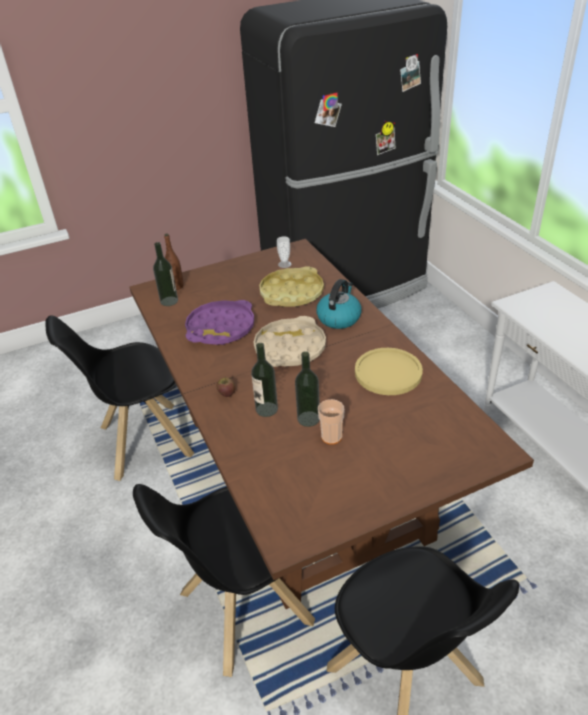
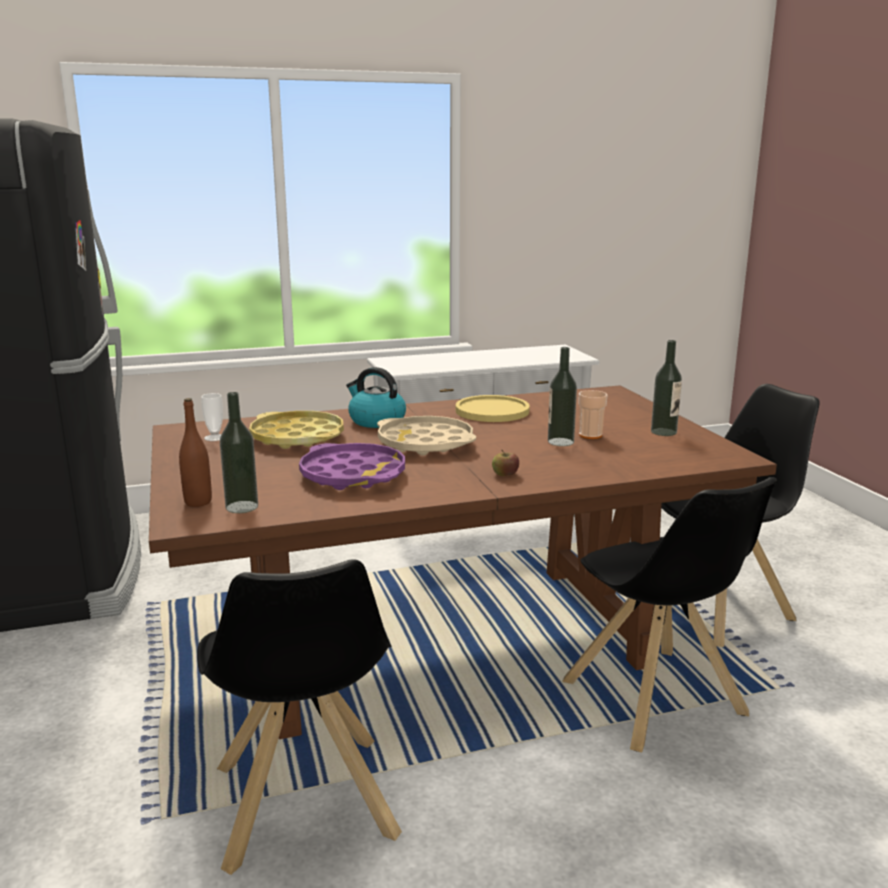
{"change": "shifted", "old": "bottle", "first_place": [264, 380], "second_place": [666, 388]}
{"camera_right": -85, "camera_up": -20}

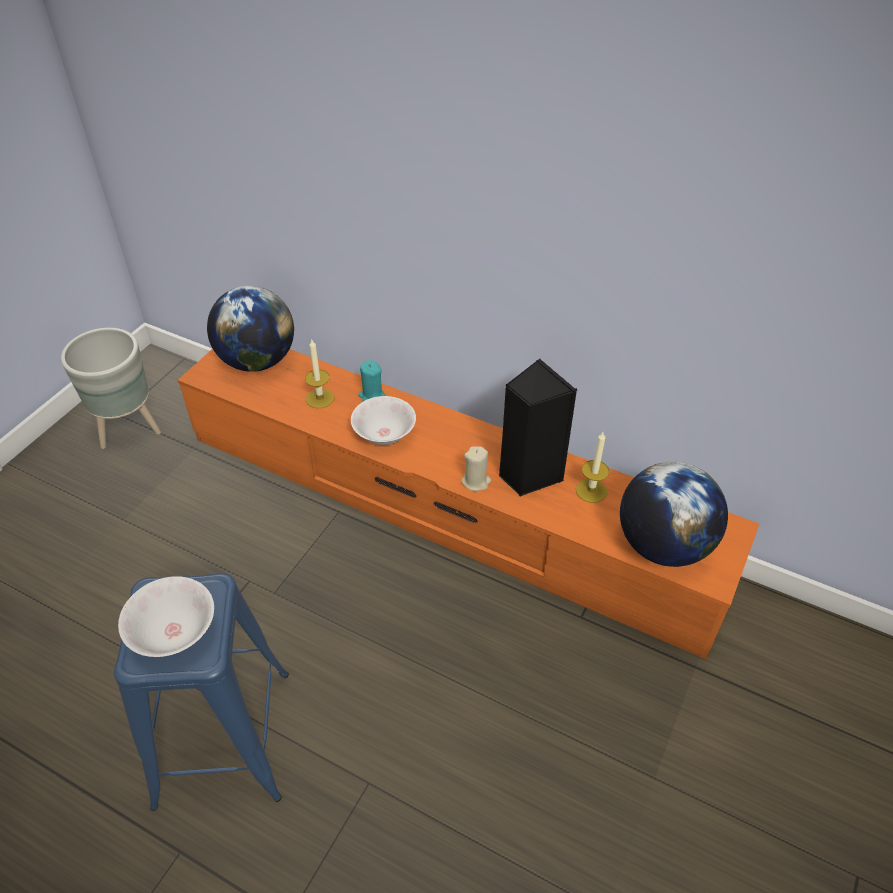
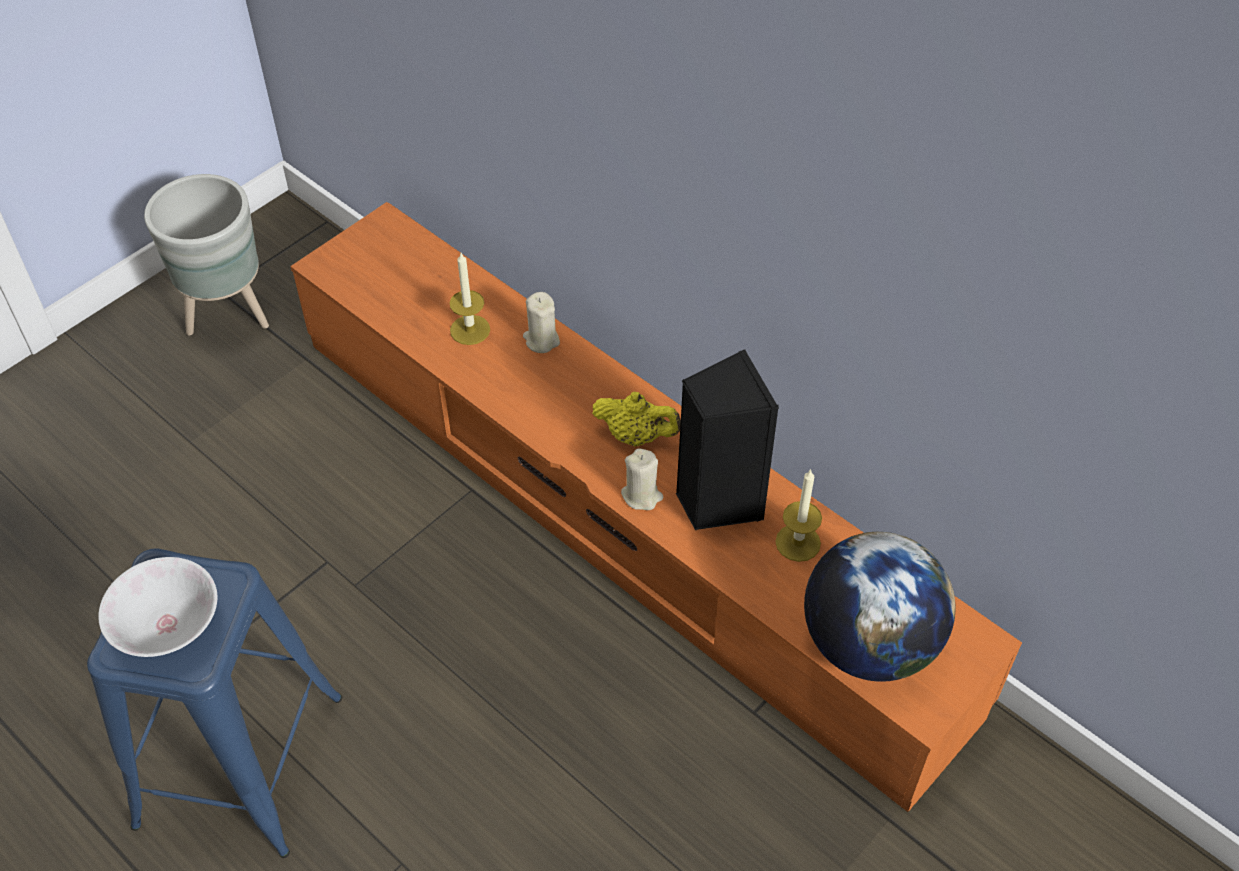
{"change": "repainted", "old": "turquoise candle", "new": "beige candle", "first_place": [372, 380], "second_place": [541, 322]}
{"change": "new", "new": "yellow teapot", "second_place": [636, 419]}
{"change": "gone", "old": "globe", "first_place": [250, 329]}
{"change": "gone", "old": "white bowl", "first_place": [383, 420]}
{"camera_right": 15, "camera_up": 5}

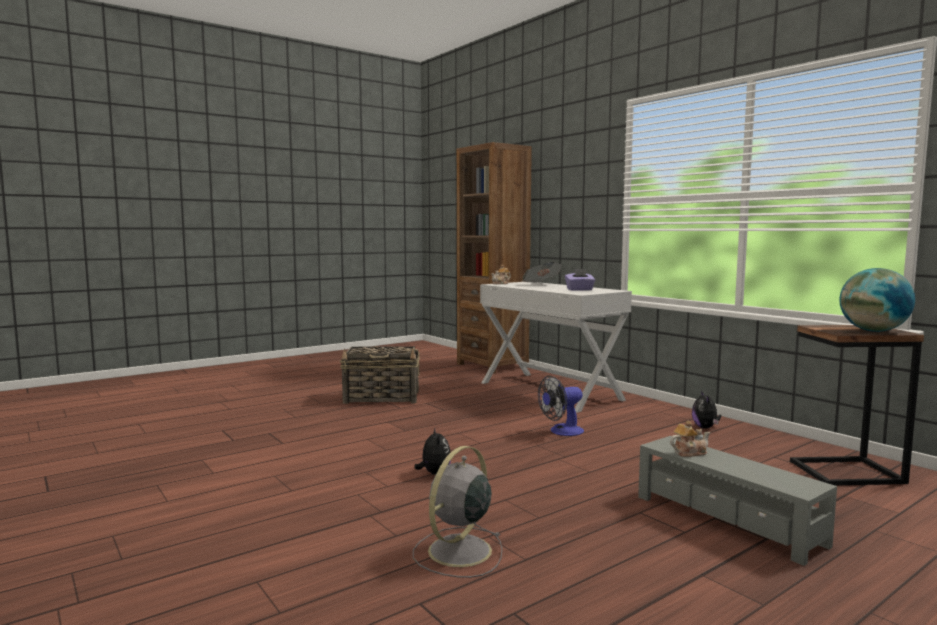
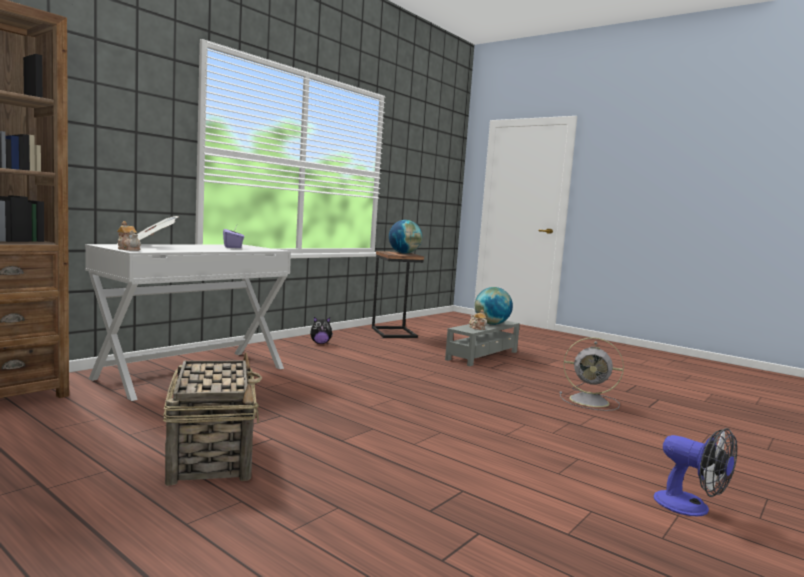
{"change": "new", "new": "globe", "second_place": [494, 306]}
{"change": "shifted", "old": "fan", "first_place": [561, 406], "second_place": [695, 472]}
{"change": "gone", "old": "plush toy", "first_place": [433, 451]}
{"camera_right": -105, "camera_up": 0}

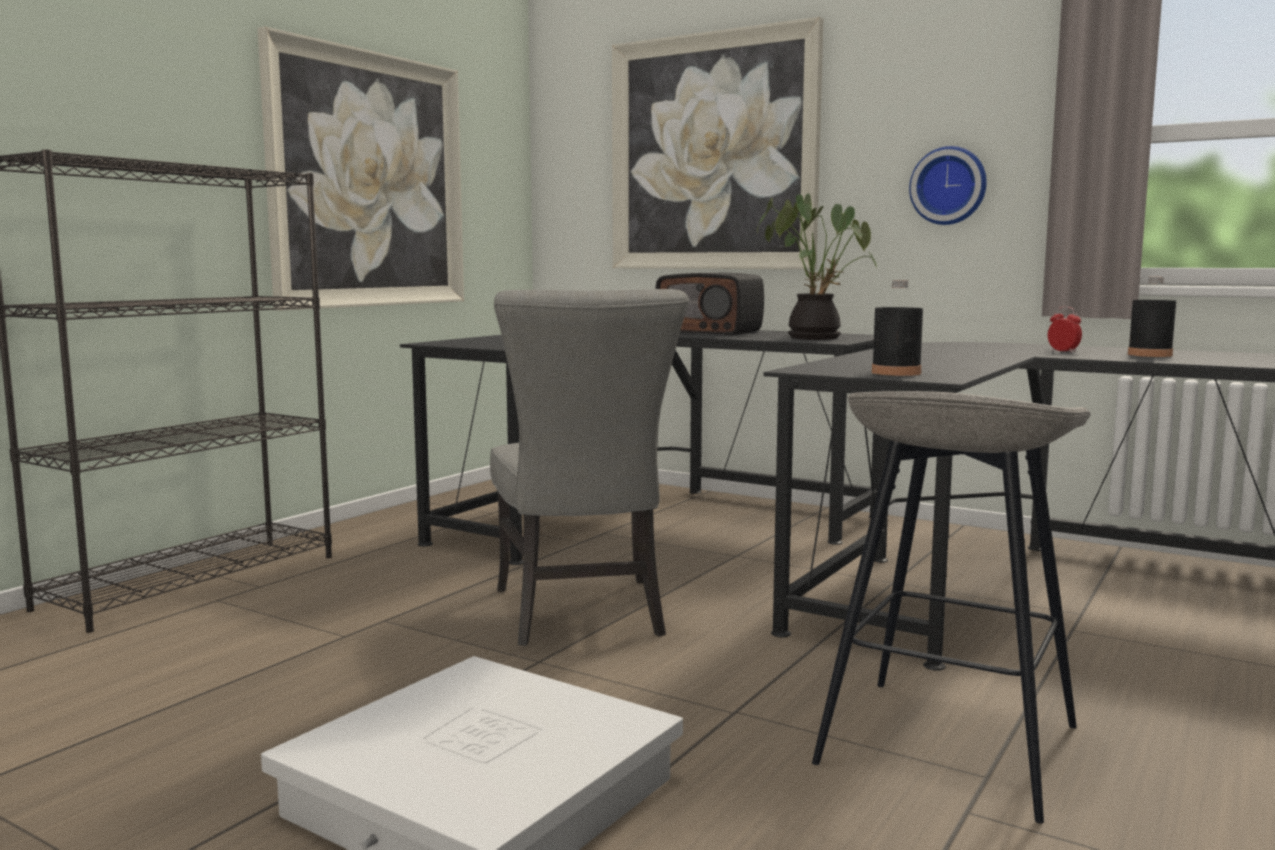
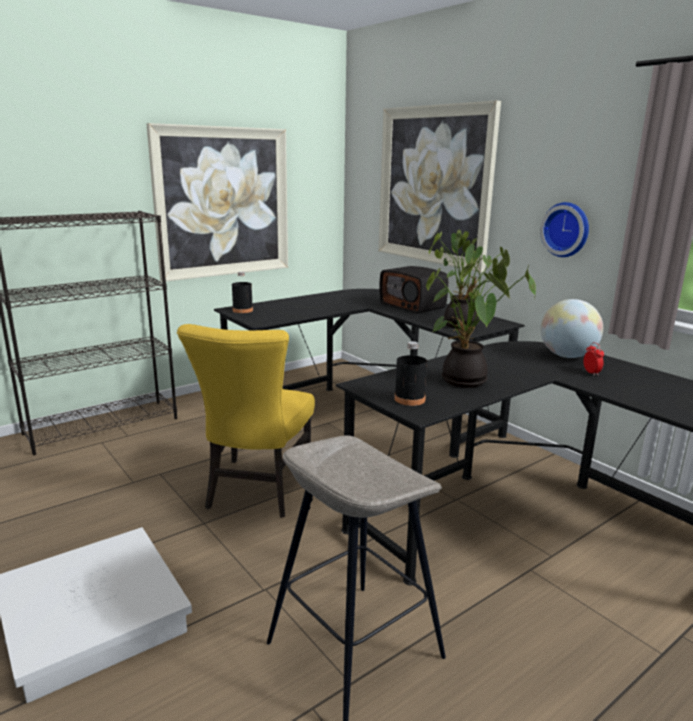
{"change": "repainted", "old": "grey chair", "new": "yellow chair", "first_place": [589, 467], "second_place": [246, 421]}
{"change": "shifted", "old": "black bottle", "first_place": [1152, 317], "second_place": [242, 292]}
{"change": "new", "new": "potted plant", "second_place": [481, 323]}
{"change": "new", "new": "globe", "second_place": [572, 328]}
{"camera_right": 20, "camera_up": 10}

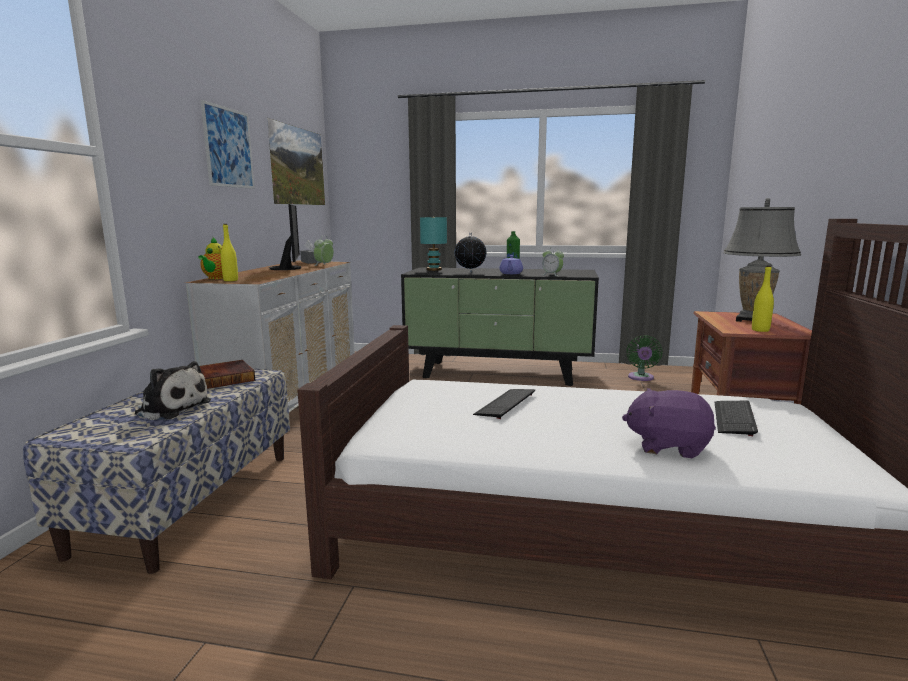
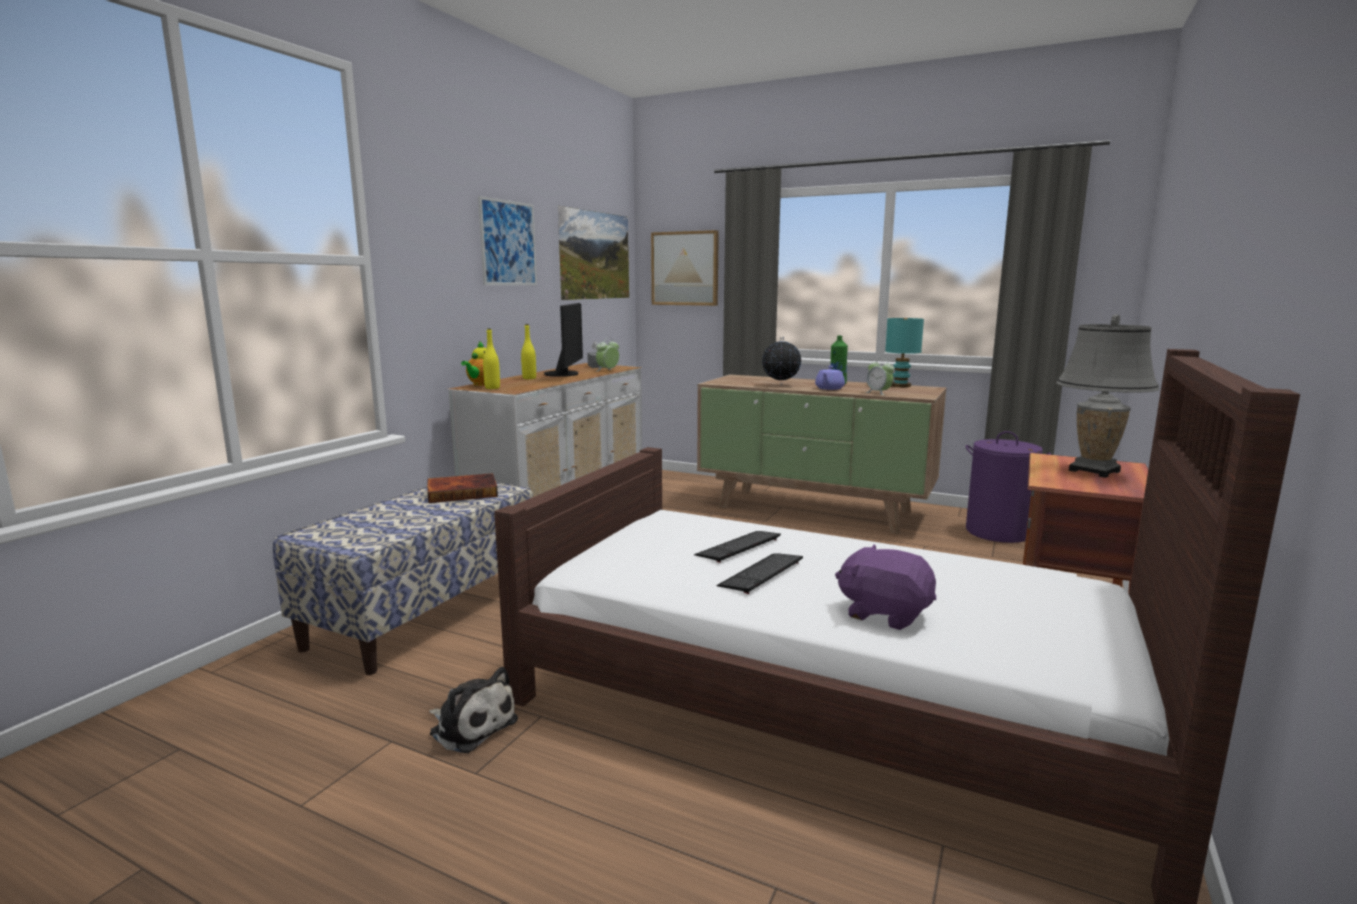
{"change": "shifted", "old": "plush toy", "first_place": [171, 390], "second_place": [473, 710]}
{"change": "shifted", "old": "yellow bottle", "first_place": [763, 298], "second_place": [528, 351]}
{"change": "new", "new": "picture", "second_place": [685, 268]}
{"change": "repainted", "old": "black dresser", "new": "green dresser", "first_place": [500, 326], "second_place": [822, 454]}
{"change": "shifted", "old": "keyboard", "first_place": [736, 418], "second_place": [759, 573]}
{"change": "shifted", "old": "turquoise table lamp", "first_place": [433, 244], "second_place": [904, 352]}
{"change": "swapped", "old": "green fan", "new": "purple laundry basket", "first_place": [644, 358], "second_place": [1008, 487]}
{"camera_right": 15, "camera_up": 0}

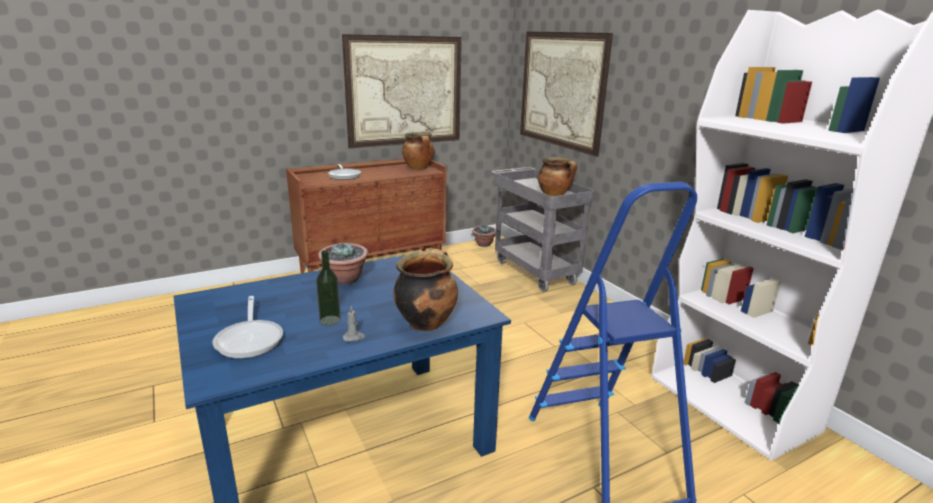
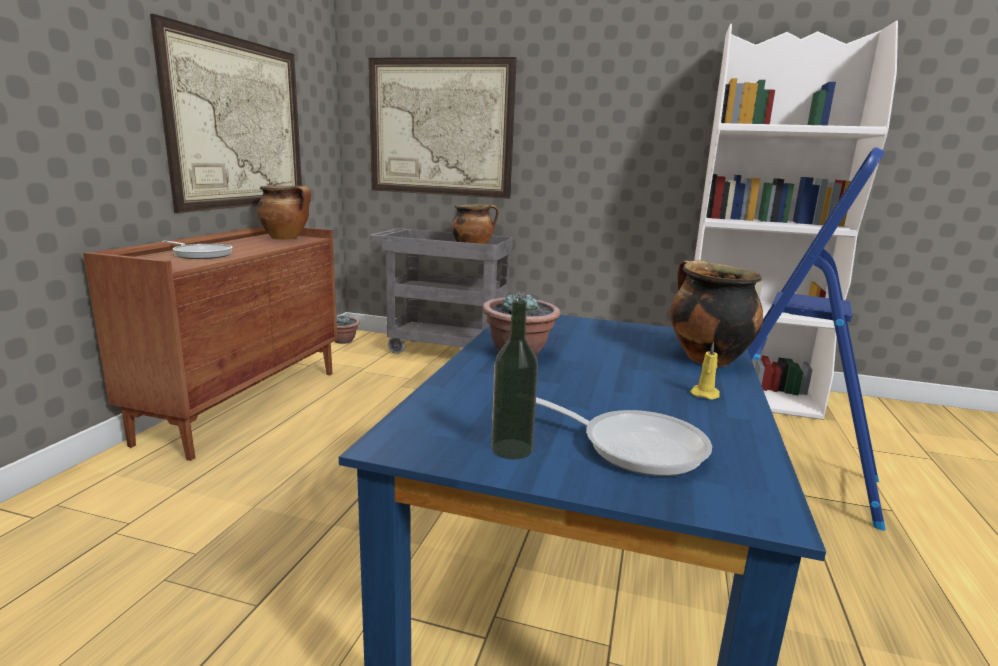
{"change": "shifted", "old": "bottle", "first_place": [328, 288], "second_place": [514, 379]}
{"change": "repainted", "old": "grey candle", "new": "yellow candle", "first_place": [354, 324], "second_place": [705, 370]}
{"camera_right": -45, "camera_up": -5}

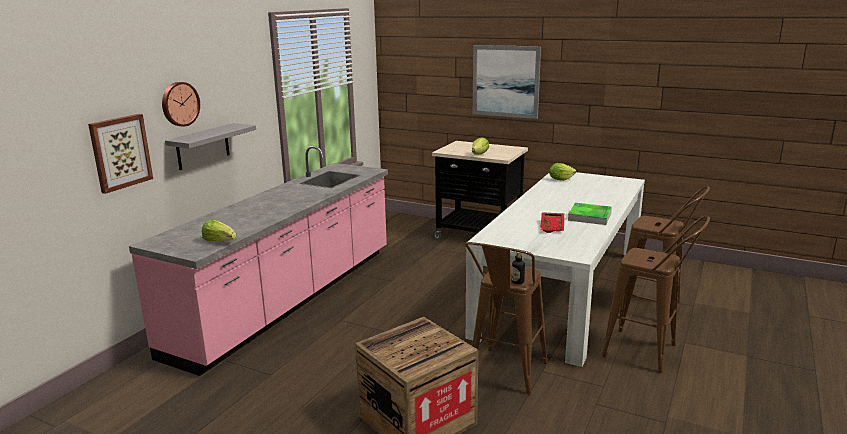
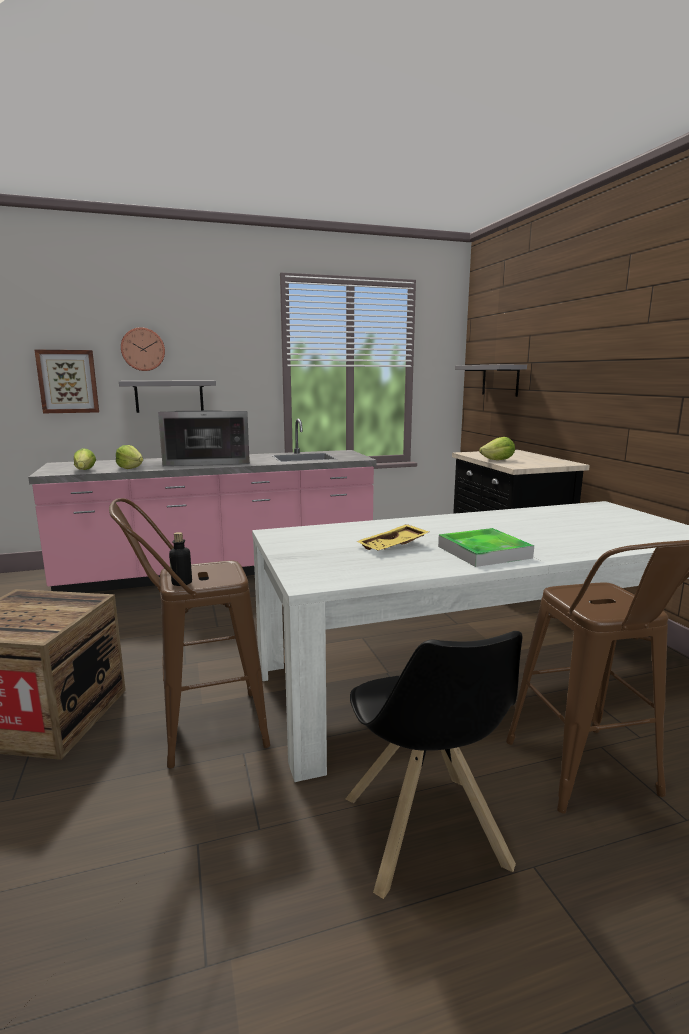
{"change": "shifted", "old": "lettuce", "first_place": [562, 172], "second_place": [129, 457]}
{"change": "new", "new": "microwave", "second_place": [204, 438]}
{"change": "swapped", "old": "brown stool", "new": "black chair", "first_place": [656, 294], "second_place": [433, 765]}
{"change": "repainted", "old": "red tray", "new": "yellow tray", "first_place": [552, 223], "second_place": [392, 537]}
{"change": "new", "new": "grey shelf", "second_place": [491, 380]}
{"change": "gone", "old": "picture", "first_place": [507, 82]}
{"camera_right": 45, "camera_up": -5}

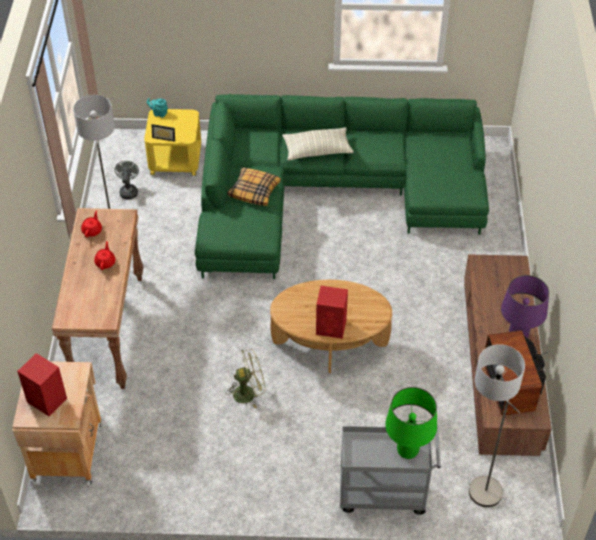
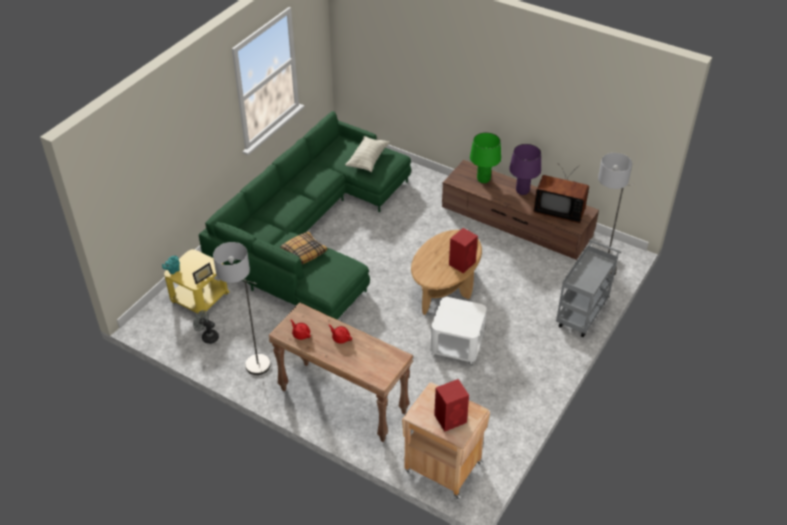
{"change": "shifted", "old": "pillow", "first_place": [318, 144], "second_place": [367, 154]}
{"change": "swapped", "old": "green fan", "new": "white side table", "first_place": [246, 379], "second_place": [458, 330]}
{"change": "shifted", "old": "green table lamp", "first_place": [411, 423], "second_place": [485, 157]}
{"camera_right": -60, "camera_up": -5}

